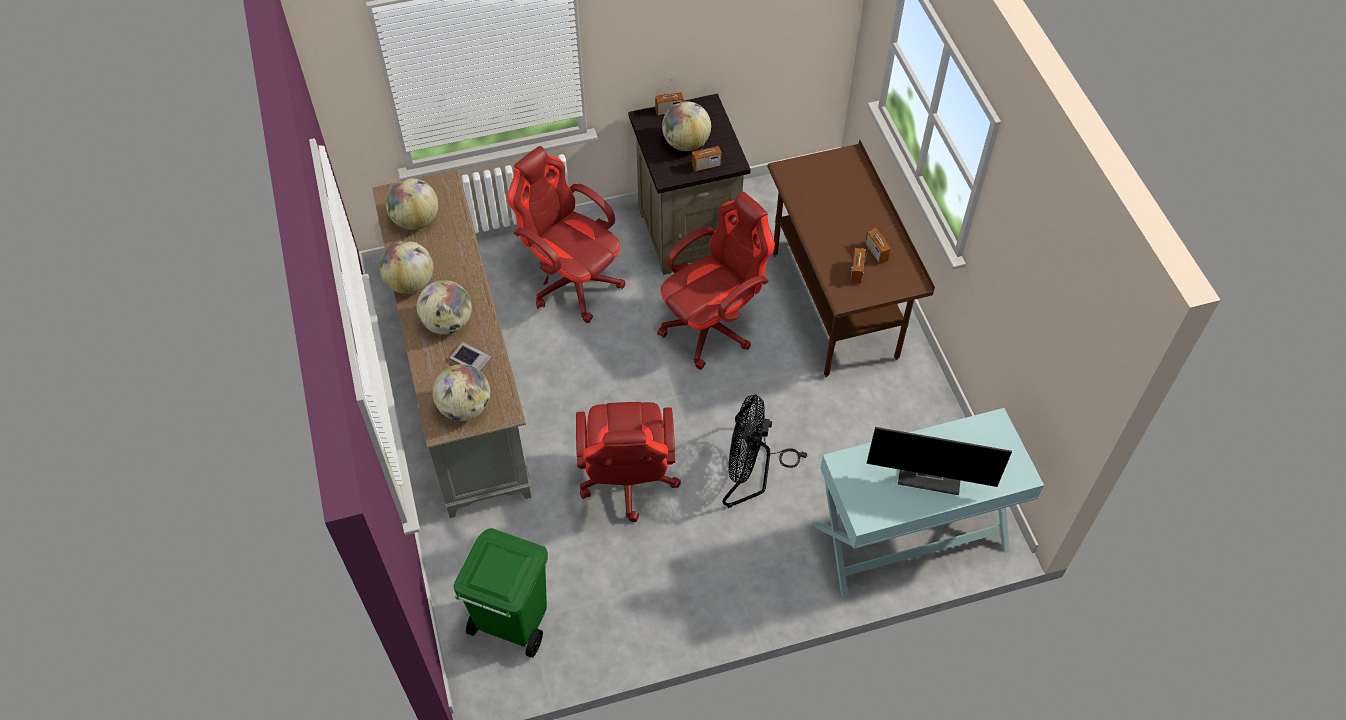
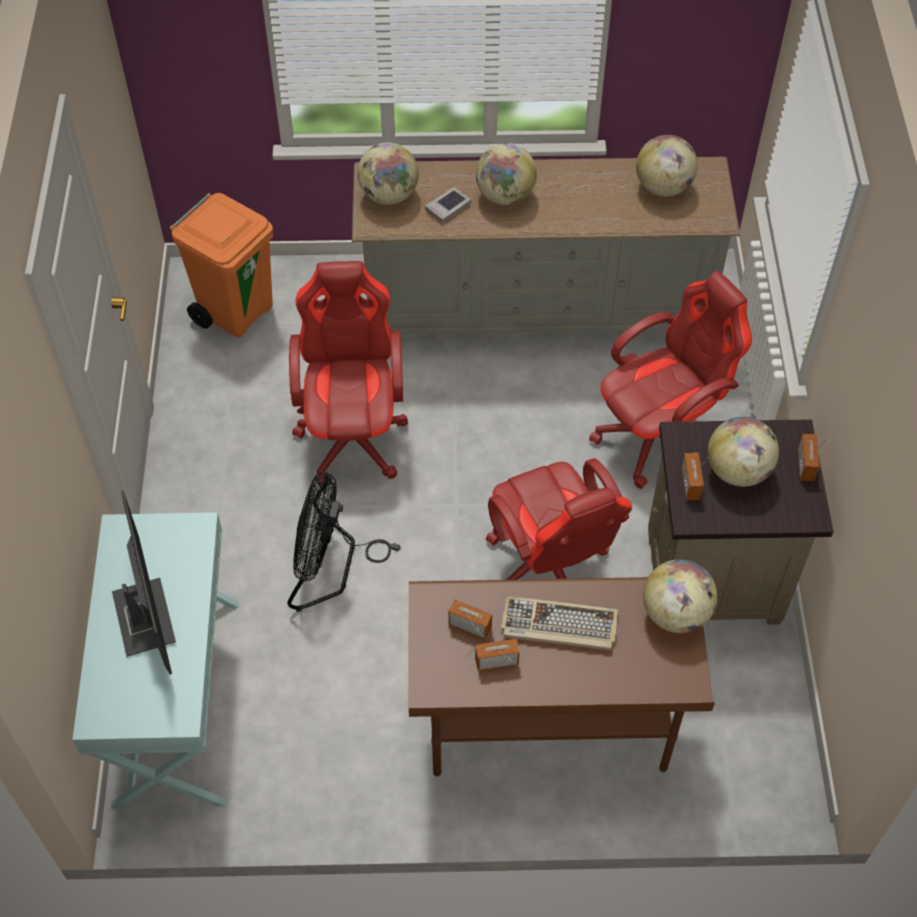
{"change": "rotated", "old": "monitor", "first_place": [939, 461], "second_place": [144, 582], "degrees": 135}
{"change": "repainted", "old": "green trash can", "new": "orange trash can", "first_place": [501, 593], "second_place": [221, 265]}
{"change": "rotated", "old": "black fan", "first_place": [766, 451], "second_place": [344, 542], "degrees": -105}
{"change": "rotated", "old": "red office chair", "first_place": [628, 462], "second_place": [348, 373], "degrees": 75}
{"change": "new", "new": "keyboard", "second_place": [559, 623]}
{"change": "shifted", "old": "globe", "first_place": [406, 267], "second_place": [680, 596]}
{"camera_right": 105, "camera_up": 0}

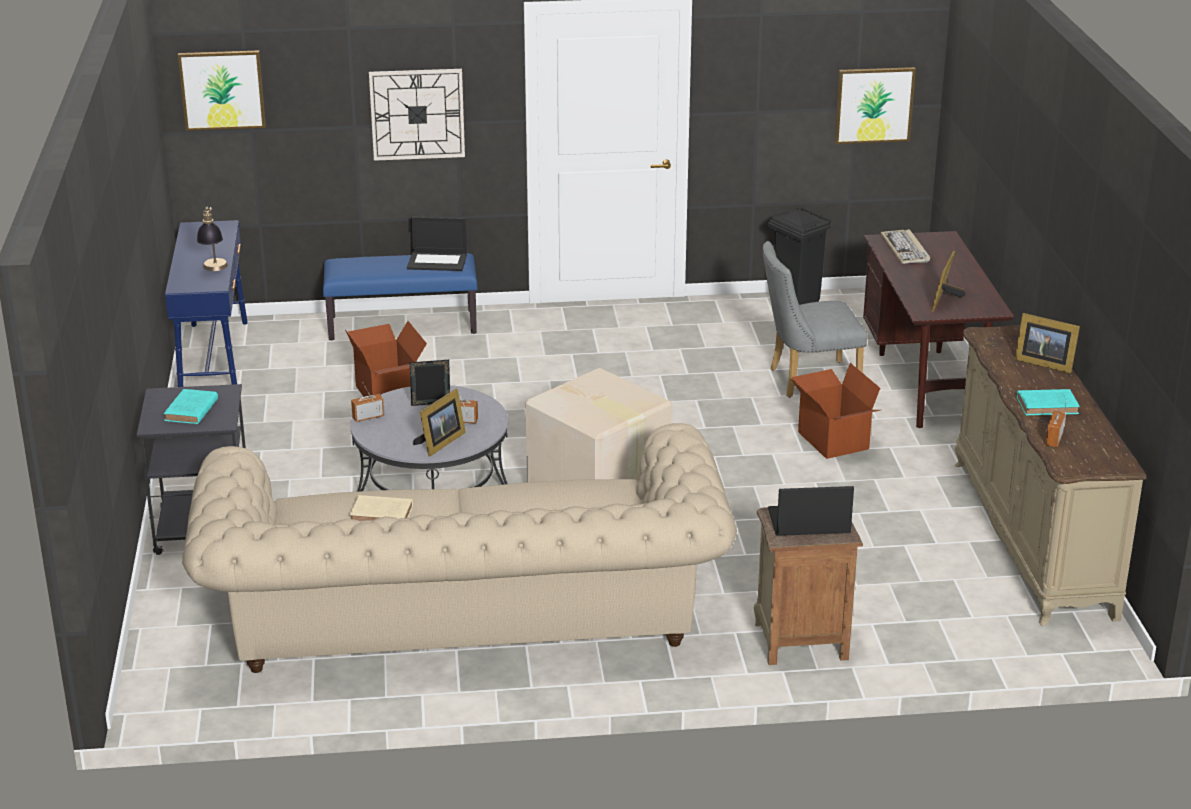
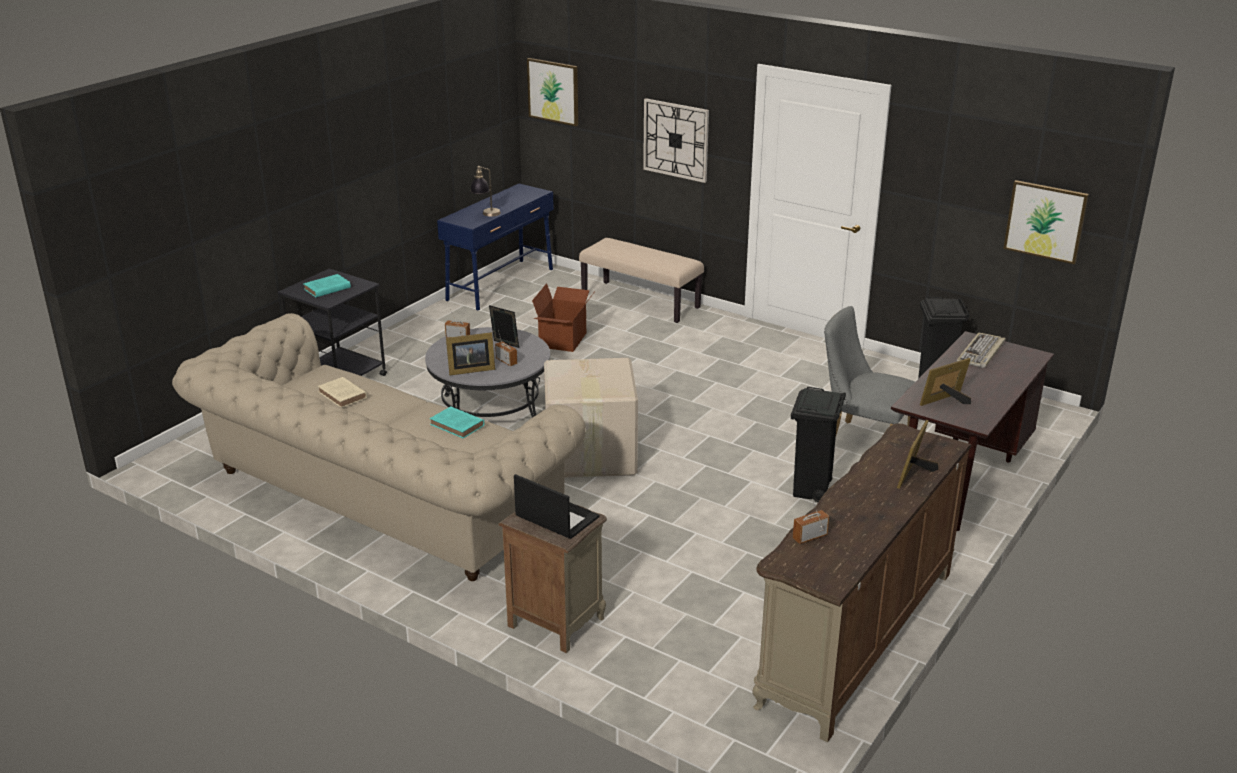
{"change": "shifted", "old": "turquoise book", "first_place": [1048, 402], "second_place": [457, 422]}
{"change": "repainted", "old": "blue bench", "new": "beige bench", "first_place": [400, 296], "second_place": [641, 280]}
{"change": "swapped", "old": "cardboard box", "new": "black trash can", "first_place": [835, 411], "second_place": [818, 444]}
{"change": "rotated", "old": "picture frame", "first_place": [1047, 343], "second_place": [918, 454], "degrees": 45}
{"change": "gone", "old": "laptop", "first_place": [437, 243]}
{"camera_right": 40, "camera_up": 0}

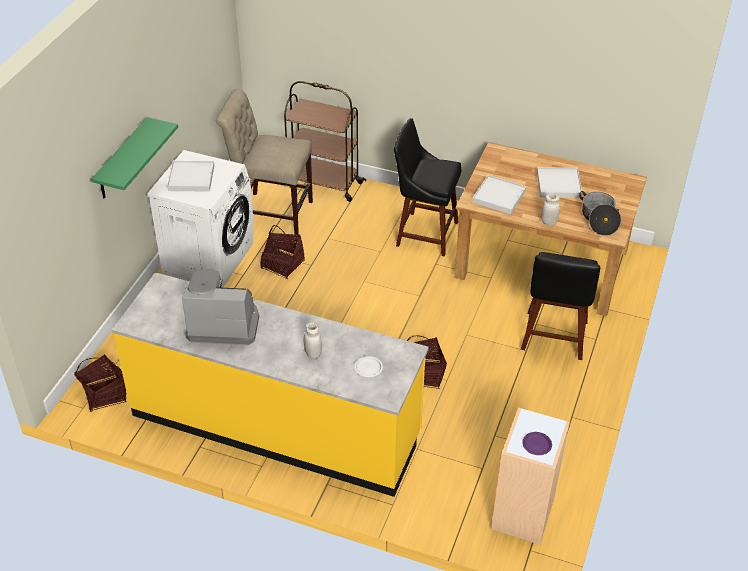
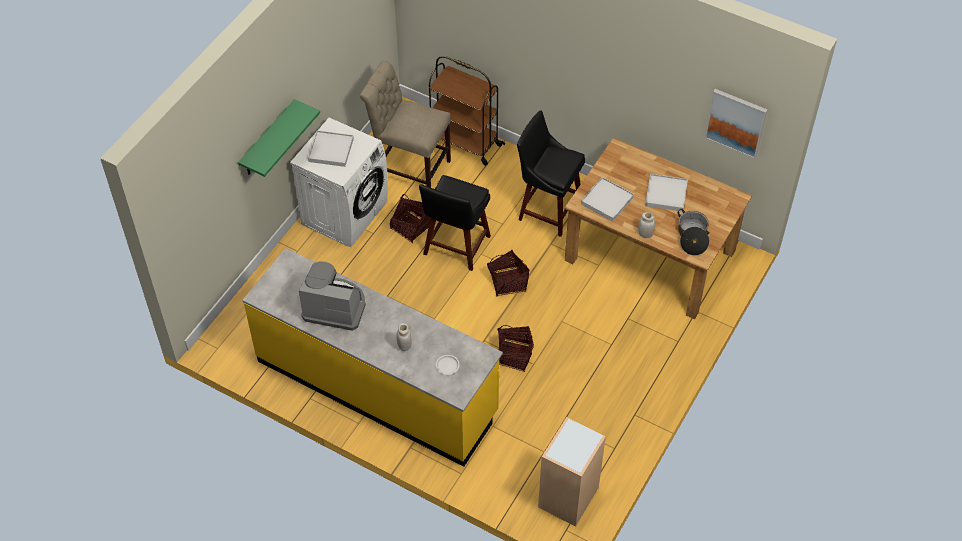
{"change": "shifted", "old": "black chair", "first_place": [560, 306], "second_place": [455, 223]}
{"change": "shifted", "old": "basket", "first_place": [100, 383], "second_place": [508, 273]}
{"change": "new", "new": "picture", "second_place": [736, 124]}
{"change": "gone", "old": "purple plate", "first_place": [537, 443]}
{"camera_right": 10, "camera_up": 10}

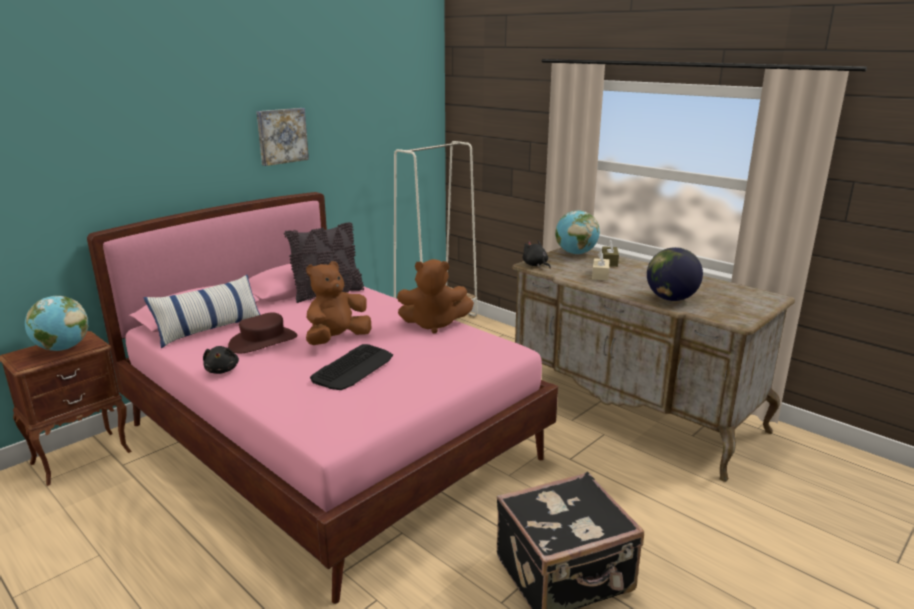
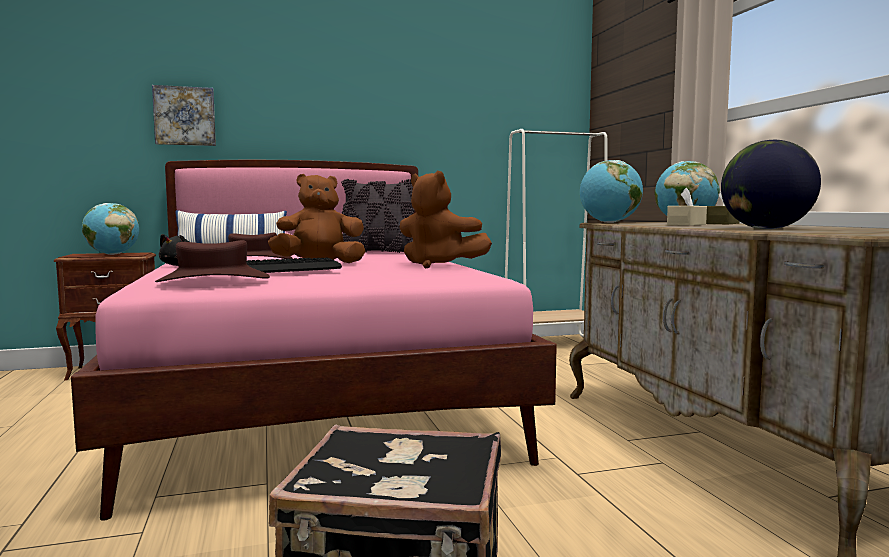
{"change": "shifted", "old": "picture", "first_place": [282, 137], "second_place": [184, 115]}
{"change": "new", "new": "brown hat", "second_place": [212, 261]}
{"change": "swapped", "old": "black plush toy", "new": "globe", "first_place": [537, 254], "second_place": [611, 191]}
{"camera_right": 30, "camera_up": -15}

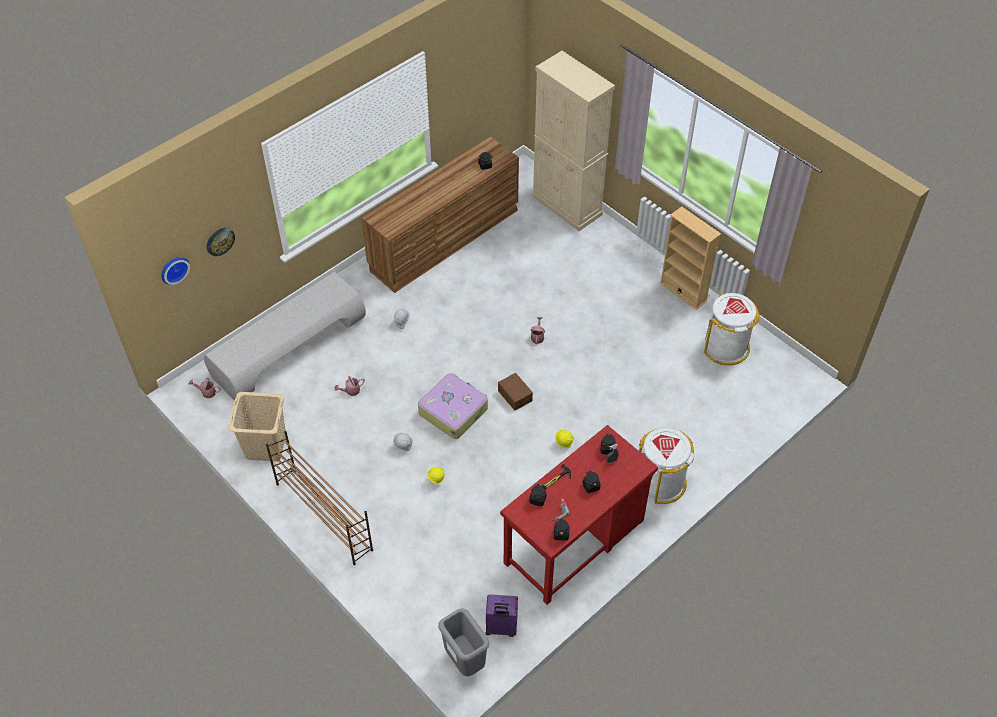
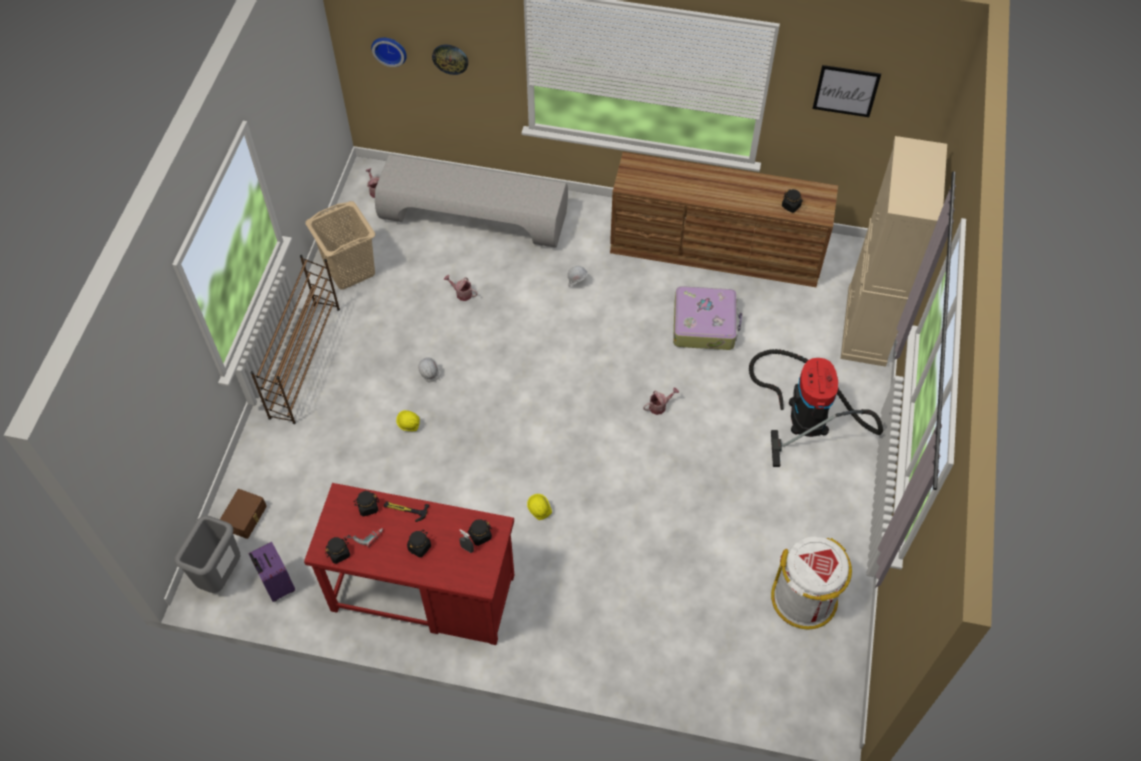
{"change": "shifted", "old": "brown storage box", "first_place": [515, 392], "second_place": [243, 514]}
{"change": "shifted", "old": "suitcase", "first_place": [453, 406], "second_place": [708, 318]}
{"change": "new", "new": "vacuum cleaner", "second_place": [816, 408]}
{"change": "new", "new": "picture", "second_place": [846, 91]}
{"change": "gone", "old": "white trash can", "first_place": [667, 466]}
{"change": "gone", "old": "beige bookcase", "first_place": [690, 258]}
{"camera_right": 55, "camera_up": 5}

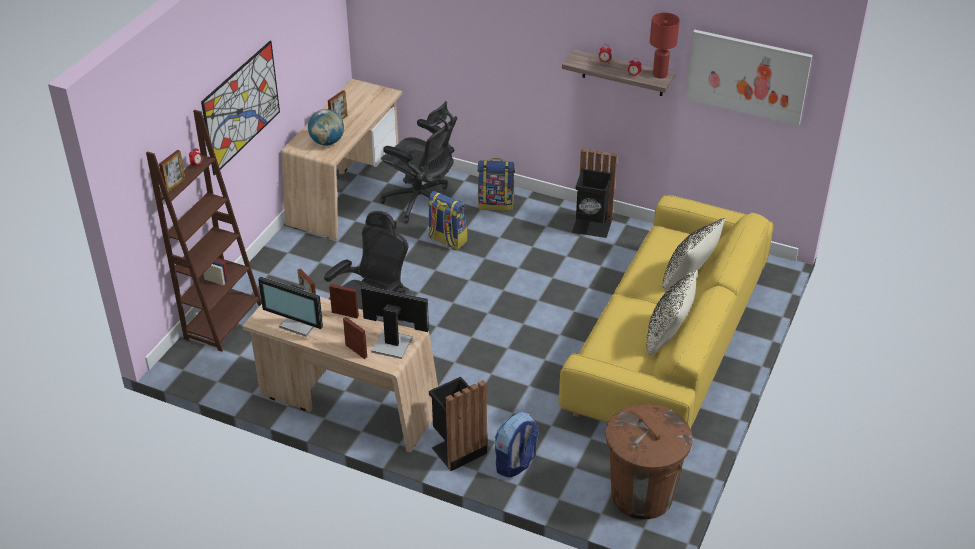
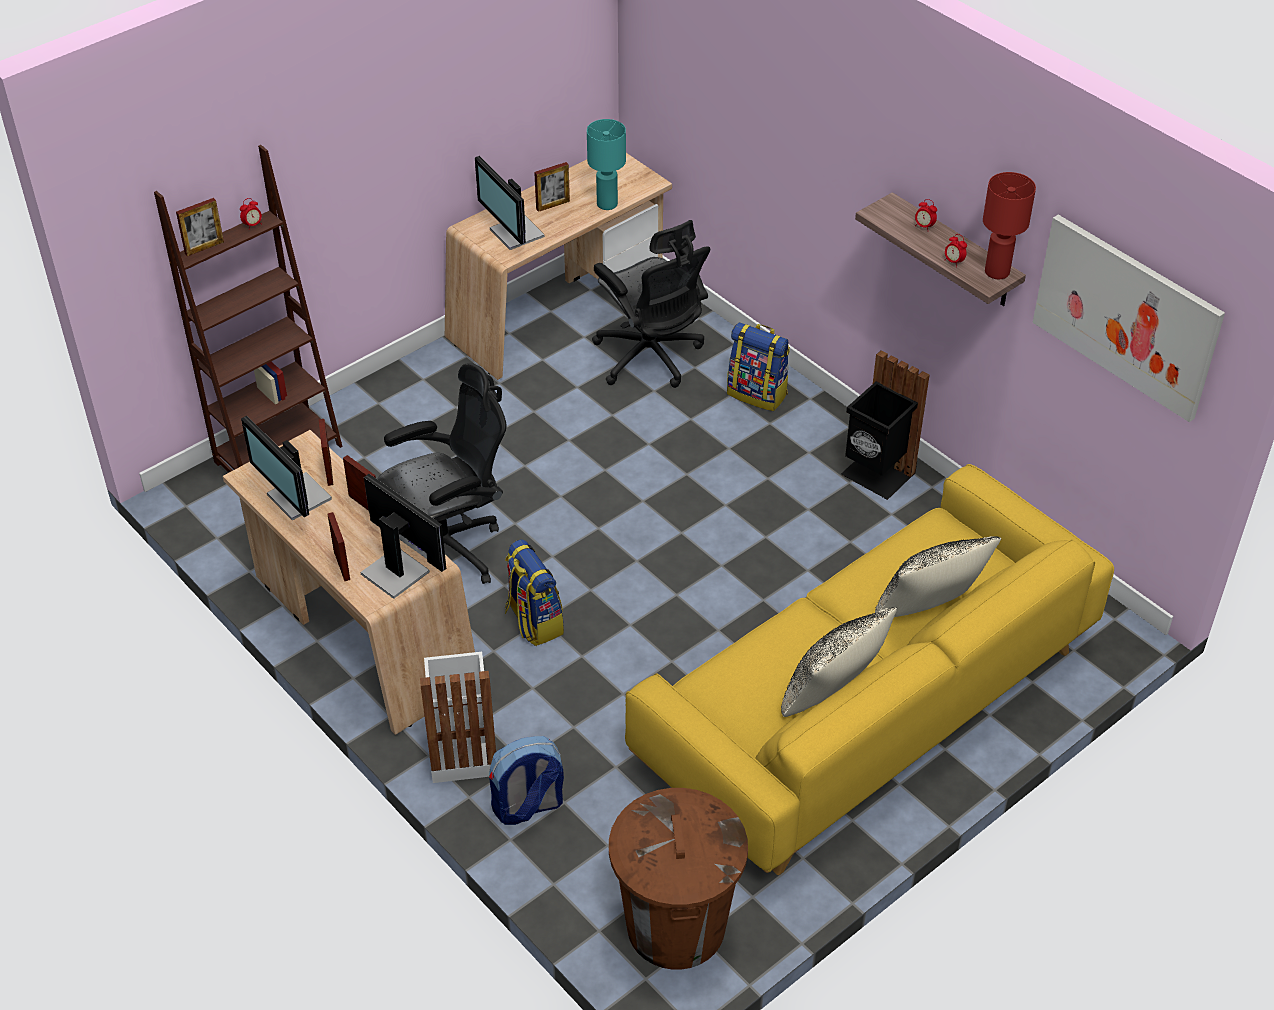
{"change": "repainted", "old": "black trash can", "new": "white trash can", "first_place": [458, 424], "second_place": [458, 717]}
{"change": "swapped", "old": "globe", "new": "monitor", "first_place": [326, 127], "second_place": [510, 203]}
{"change": "shifted", "old": "backpack", "first_place": [447, 220], "second_place": [534, 592]}
{"change": "new", "new": "turquoise table lamp", "second_place": [606, 164]}
{"change": "gone", "old": "picture", "first_place": [240, 108]}
{"camera_right": 25, "camera_up": 5}

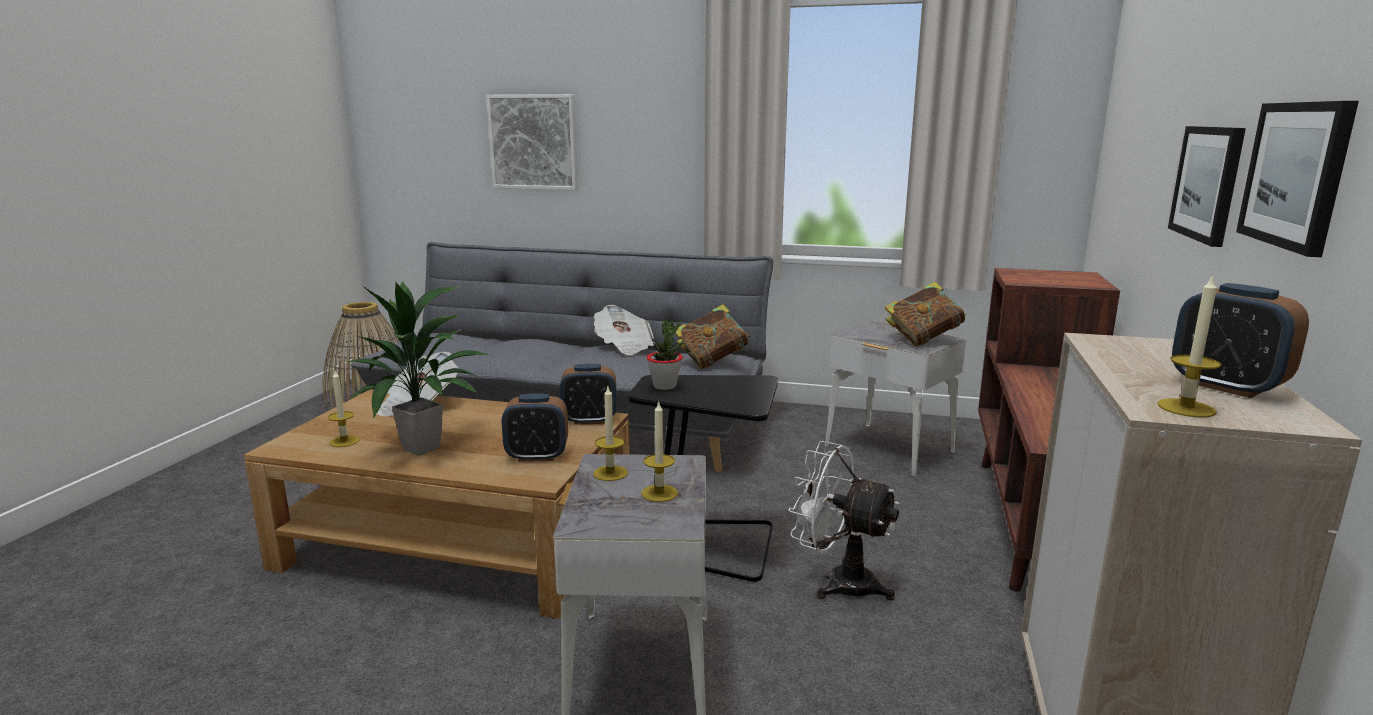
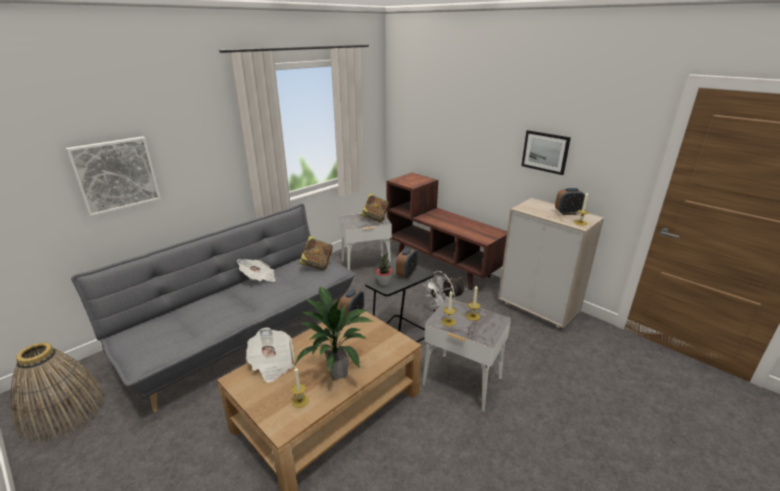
{"change": "shifted", "old": "alarm clock", "first_place": [535, 428], "second_place": [407, 263]}
{"change": "gone", "old": "picture", "first_place": [1207, 186]}
{"camera_right": -60, "camera_up": 10}

